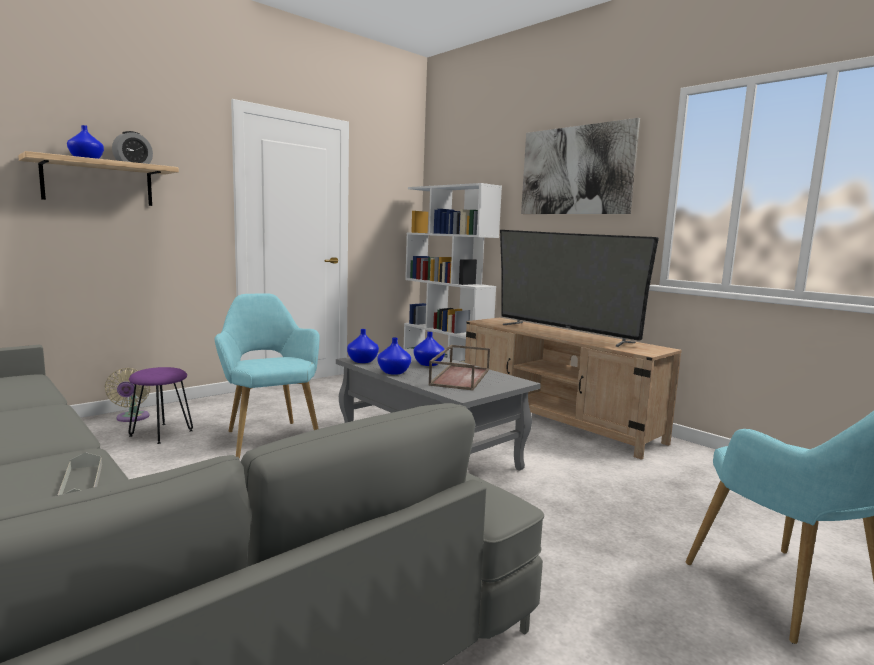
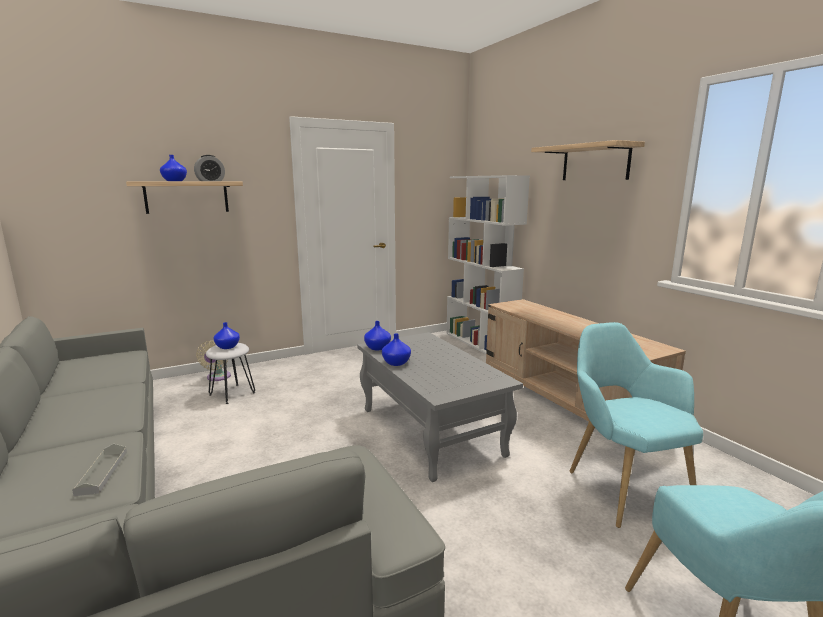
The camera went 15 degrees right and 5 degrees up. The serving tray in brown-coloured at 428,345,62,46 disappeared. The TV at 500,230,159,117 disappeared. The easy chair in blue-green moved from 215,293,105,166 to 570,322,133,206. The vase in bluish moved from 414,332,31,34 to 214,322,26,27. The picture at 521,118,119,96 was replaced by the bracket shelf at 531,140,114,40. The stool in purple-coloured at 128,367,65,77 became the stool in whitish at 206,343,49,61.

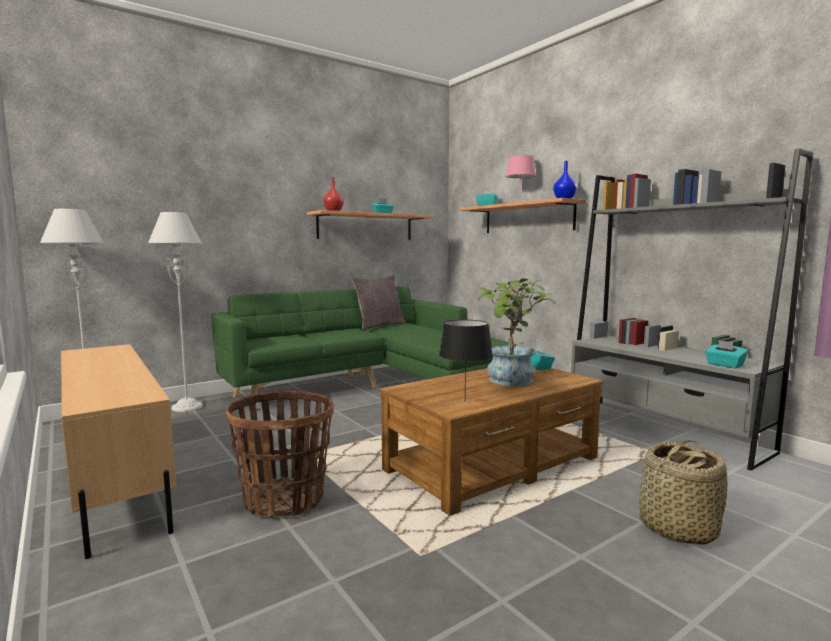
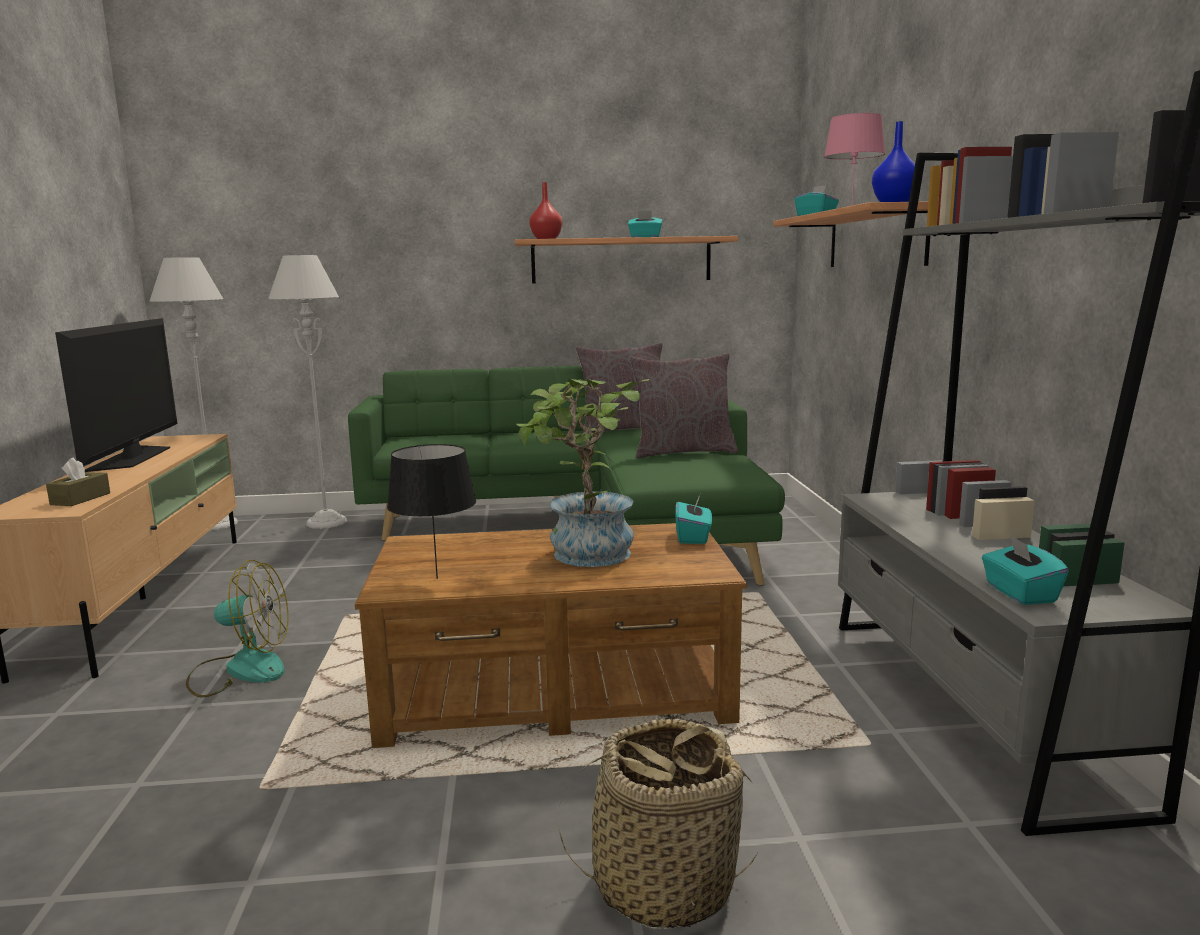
The camera went 30 degrees right and 5 degrees up. The box of tissues in brown-coloured at 46,458,64,48 appeared. The TV at 55,318,122,154 appeared. The throw pillow in greyish at 629,353,109,105 appeared. The basket at 226,391,108,127 was replaced by the electric fan at 186,560,103,137.

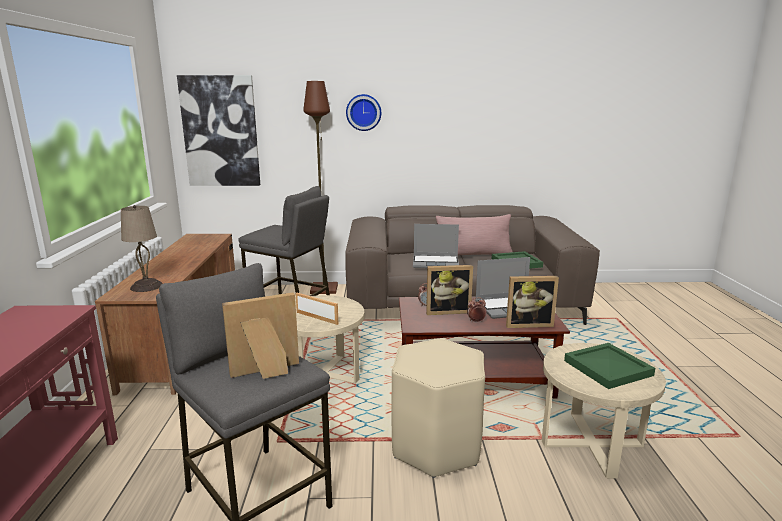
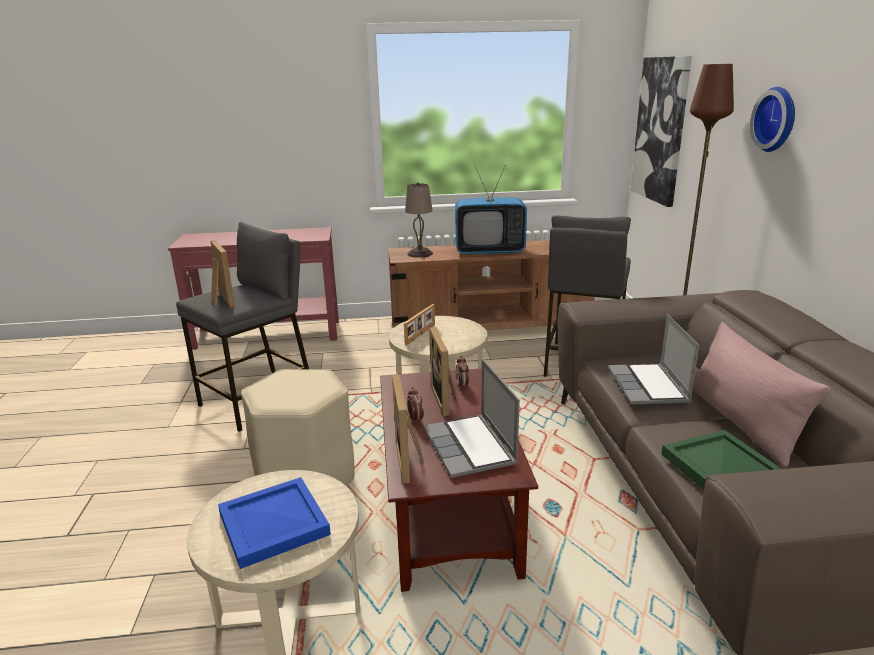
The camera went 85 degrees right and 5 degrees up. The TV at 455,165,72,90 appeared. The serving tray in green-coloured at 564,343,91,46 became the serving tray in bluish at 218,477,113,92.

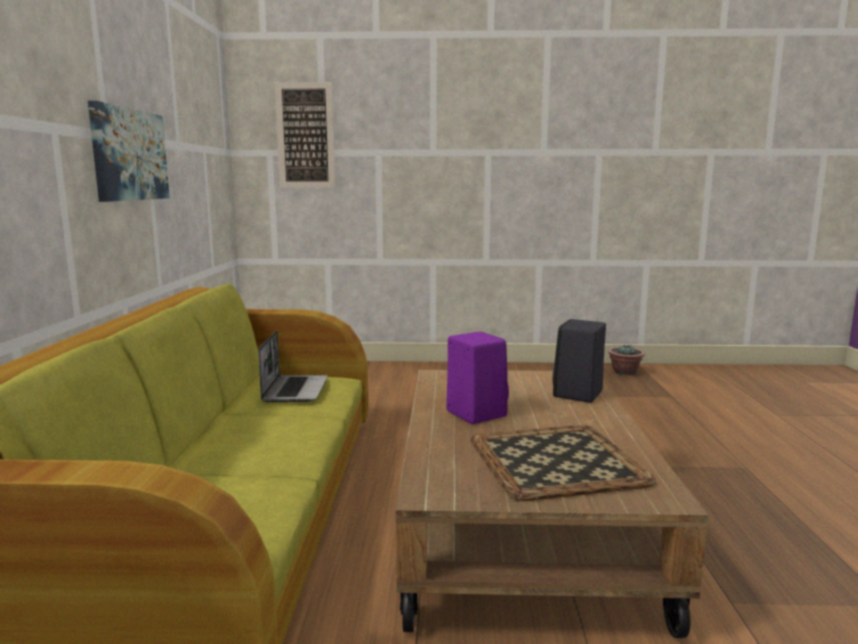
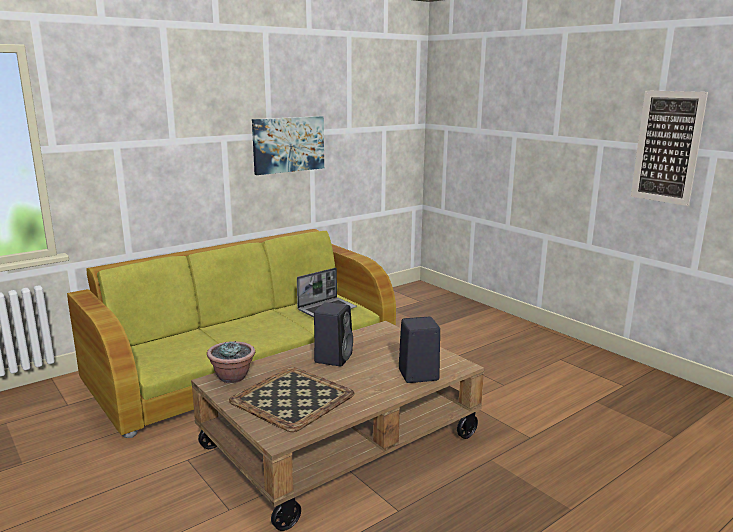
The camera went 50 degrees right and 5 degrees up. The picture moved from 275,82,60,106 to 631,90,77,116. The potted plant moved from 608,344,37,31 to 207,341,48,42. The speaker in purple-coloured at 446,332,63,92 became the speaker in black at 314,302,39,65.

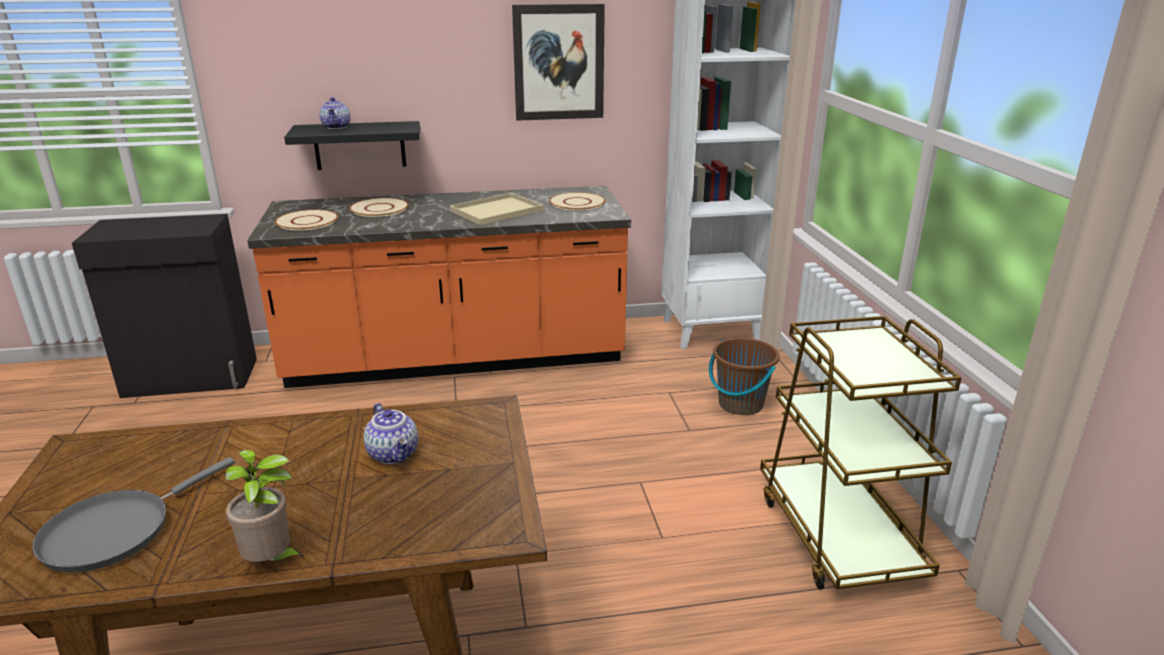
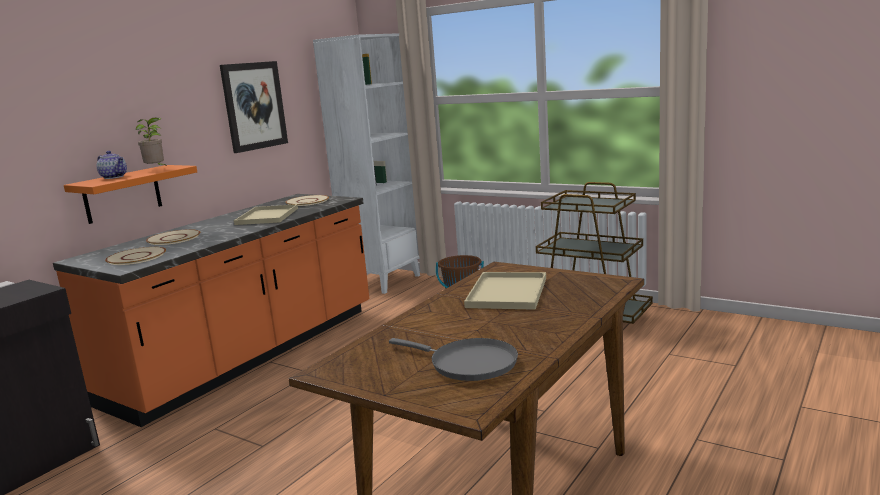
The camera went 45 degrees left and 10 degrees down. The potted plant moved from 226,450,78,112 to 136,118,32,49. The tea pot at 364,403,54,61 was replaced by the serving tray in sand-coloured at 464,272,82,38. The bracket shelf in black at 284,121,136,49 became the bracket shelf in orange at 64,165,133,59. The pan in greyish at 32,457,203,115 turned 45 degrees counterclockwise.

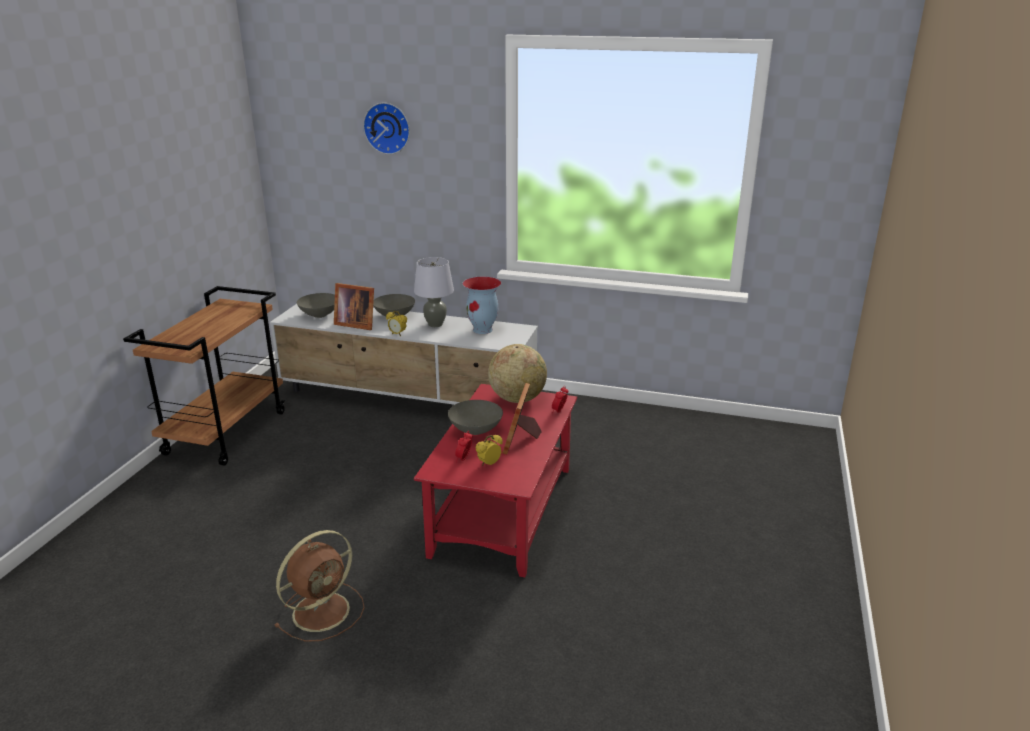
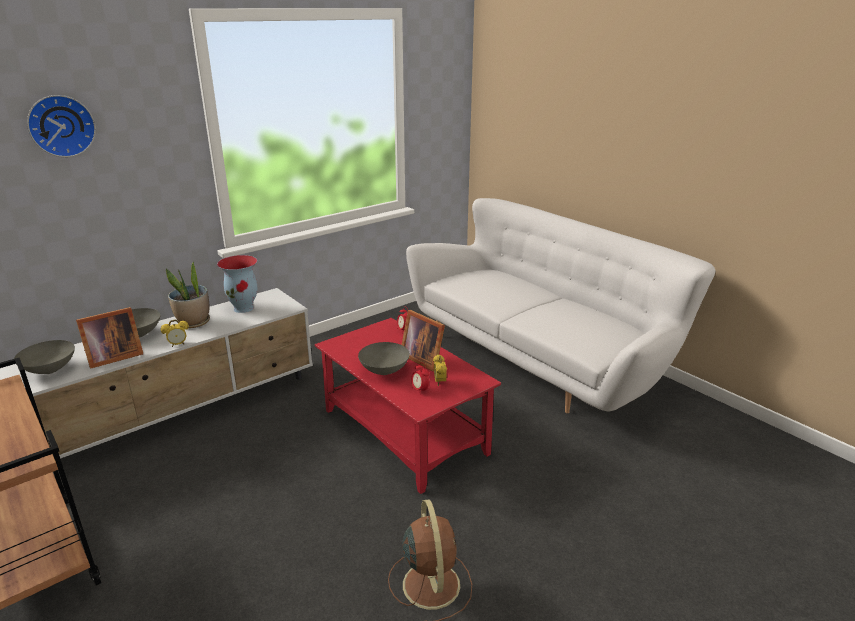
The camera went 55 degrees left and 0 degrees up. The globe at 488,344,59,59 disappeared. The sofa in whitish at 406,198,310,215 appeared. The tabletop lamp in greyish at 414,257,40,70 was replaced by the potted plant at 166,262,44,66.

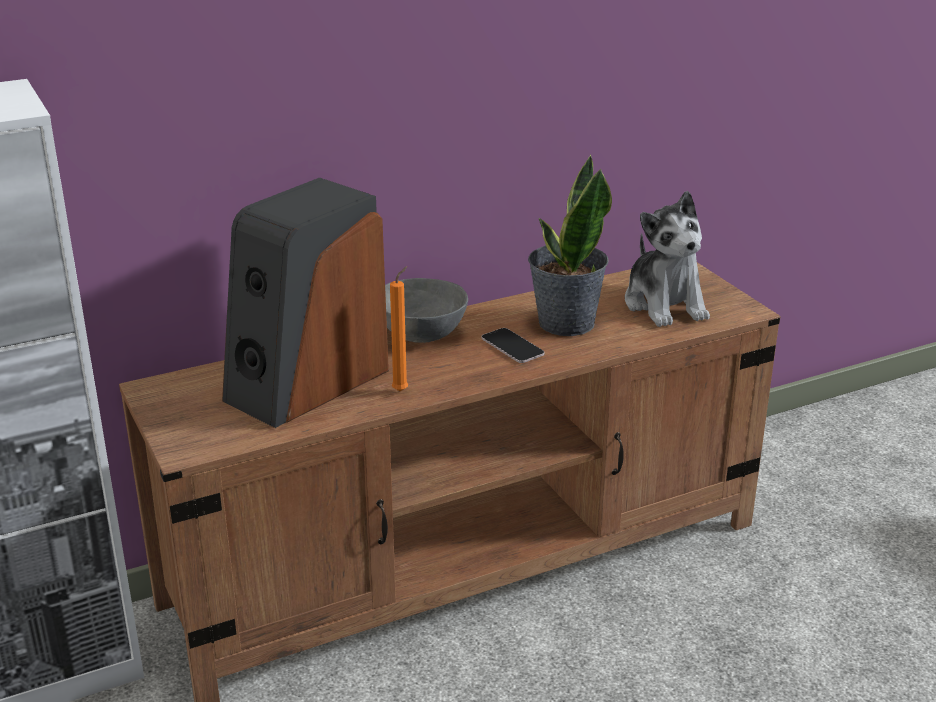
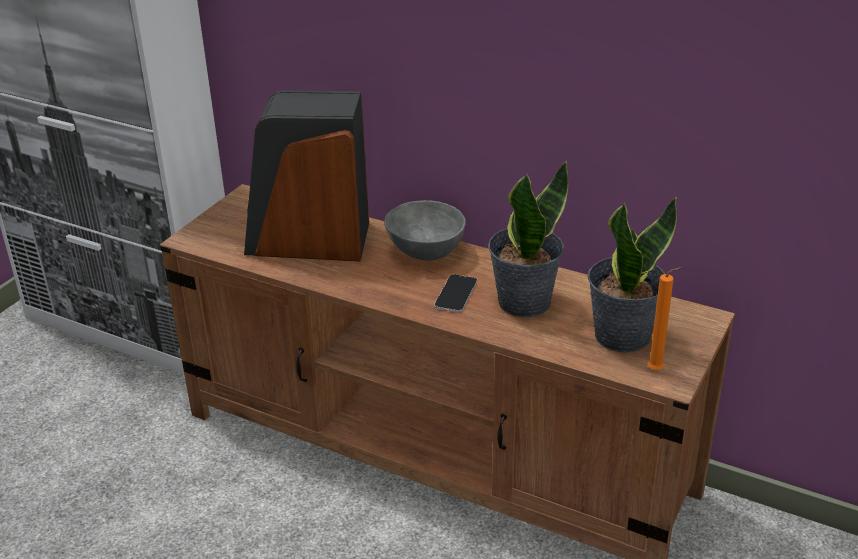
The camera went 55 degrees right and 5 degrees up. The wax candle in orange moved from 390,266,18,125 to 648,267,35,103. The cuddly toy at 625,191,85,136 was replaced by the potted plant at 588,197,89,156.

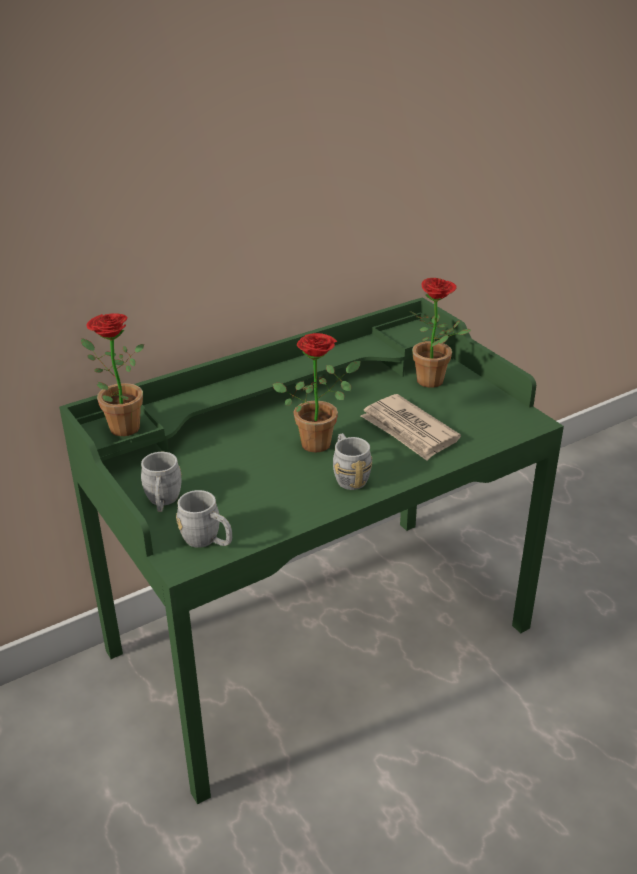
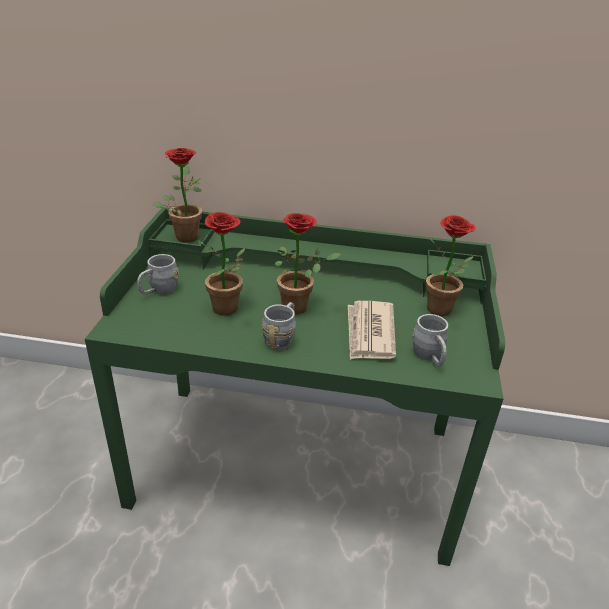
The camera went 40 degrees right and 0 degrees up. The potted plant at 198,212,47,103 appeared. The tea mug in greyish moved from 176,490,56,58 to 412,314,36,52.

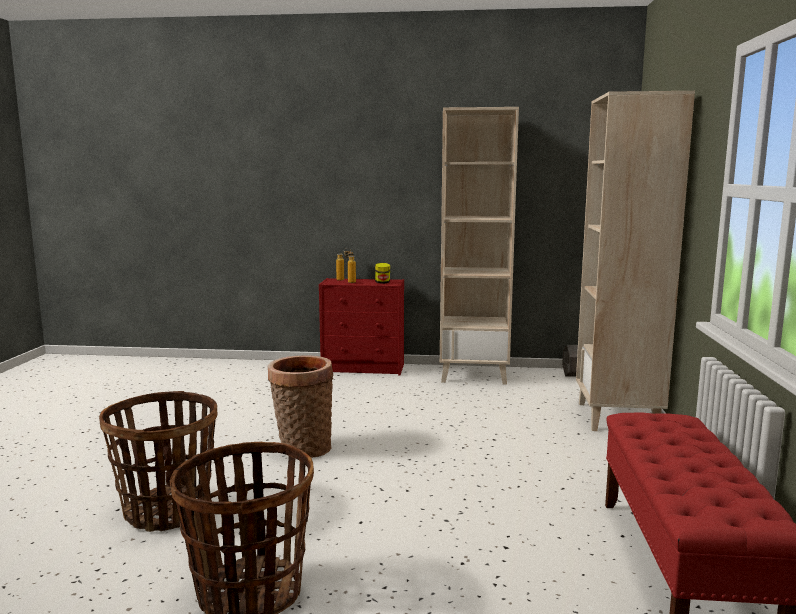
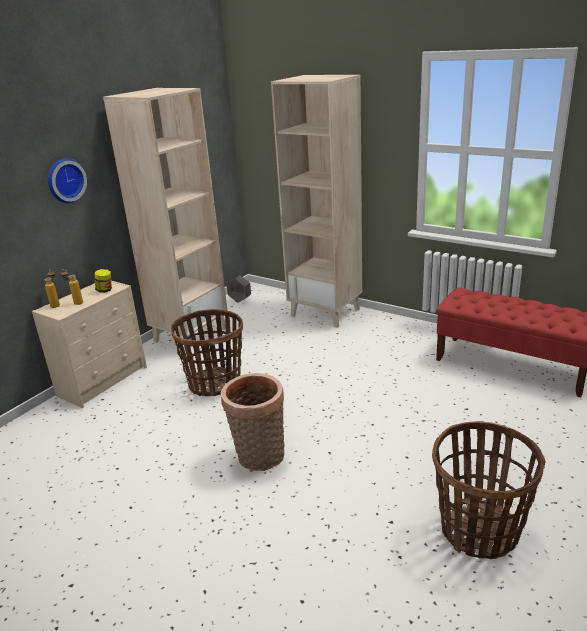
The camera went 60 degrees left and 15 degrees up. The wall clock at 48,158,39,45 appeared. The basket moved from 99,391,118,141 to 171,309,72,87. The drawer chest in red-coloured at 319,278,85,97 became the drawer chest in sand-coloured at 32,281,115,127.

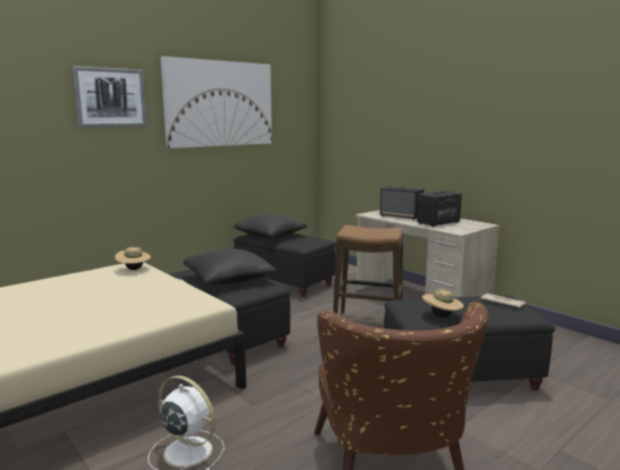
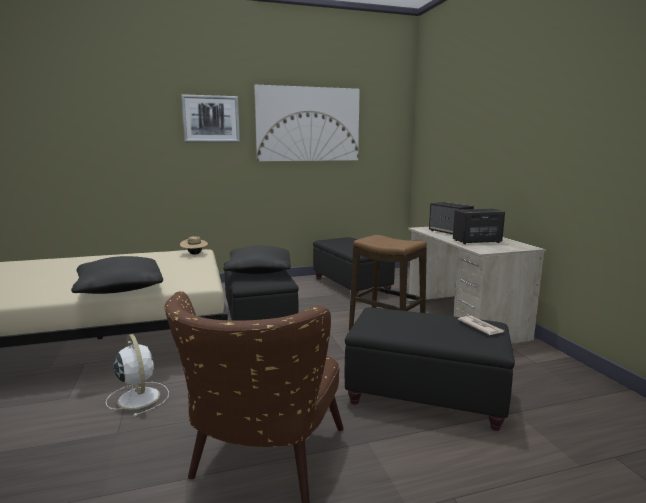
The camera went 25 degrees right and 0 degrees up. The clothing hat in sand-coloured at 422,289,42,28 disappeared. The throw pillow in black moved from 233,214,74,24 to 71,256,92,38.

